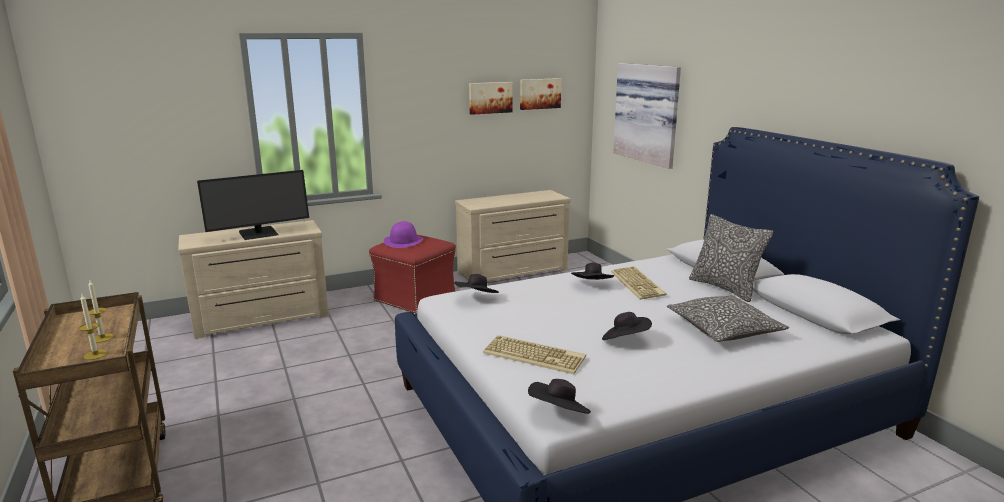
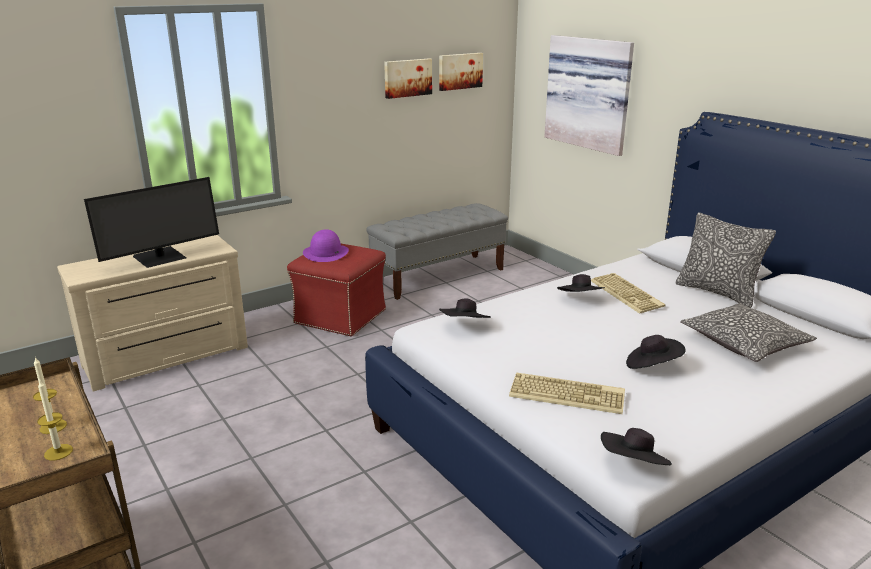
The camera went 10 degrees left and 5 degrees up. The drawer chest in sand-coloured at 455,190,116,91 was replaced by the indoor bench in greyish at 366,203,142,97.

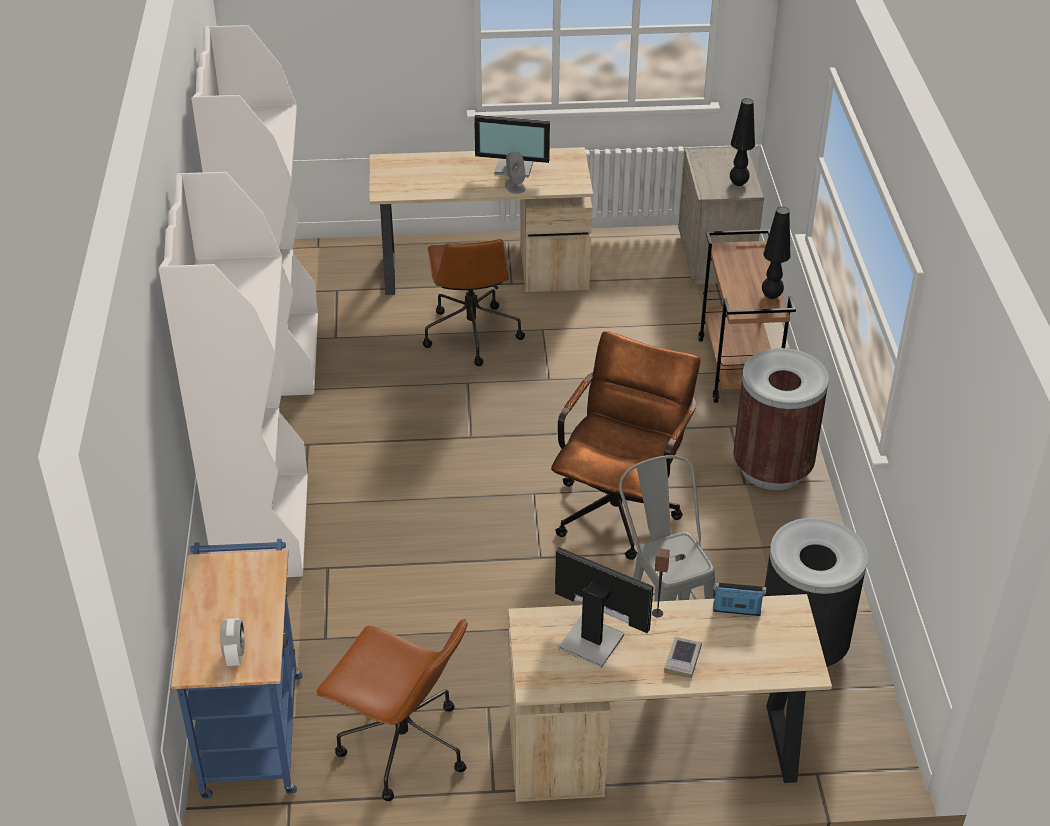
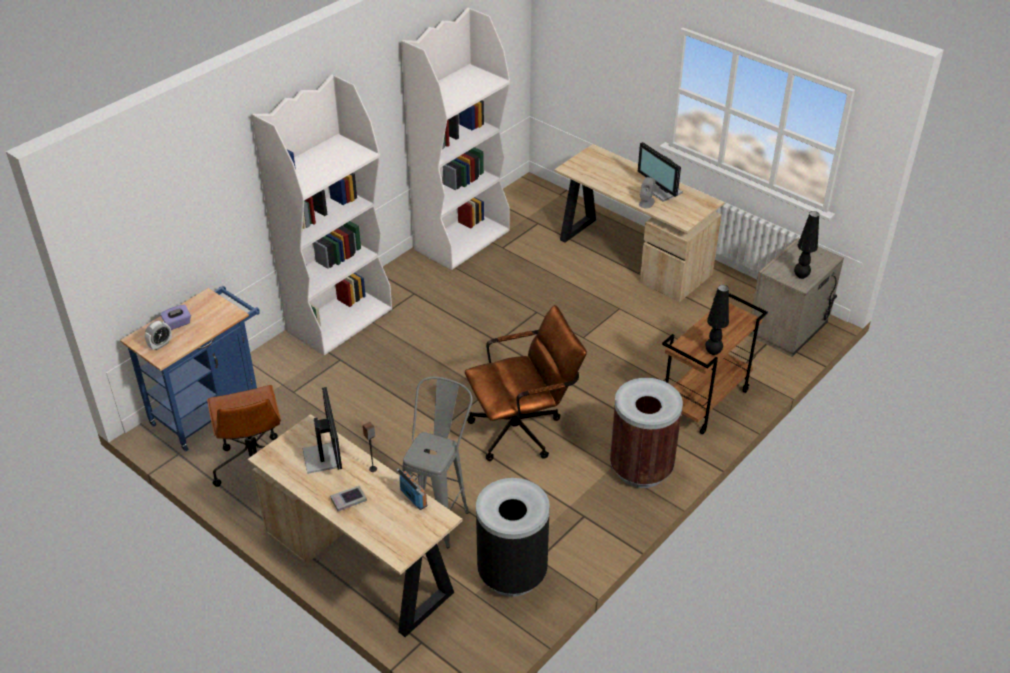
The camera went 45 degrees right and 0 degrees up. The computer chair in brown-coloured at 422,239,103,127 disappeared. The box of tissues in purple-coloured at 160,305,31,25 appeared.

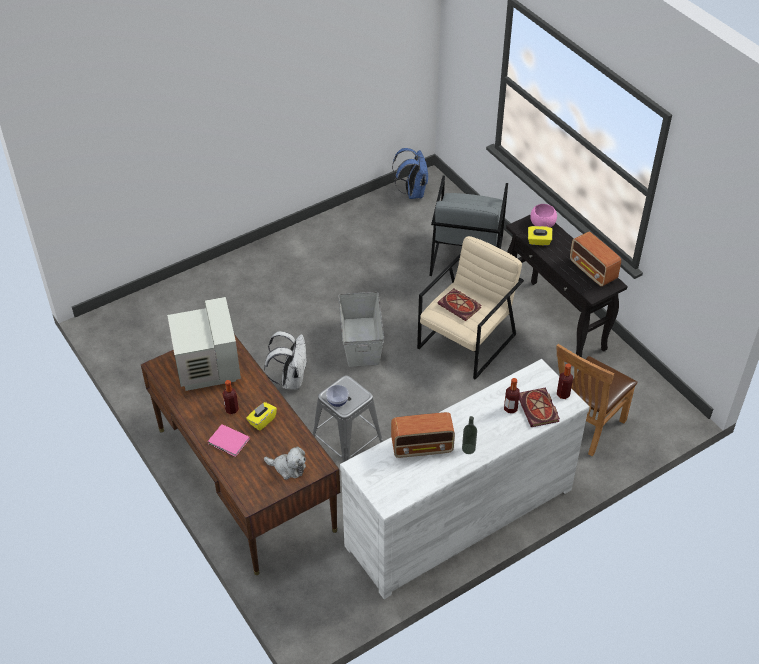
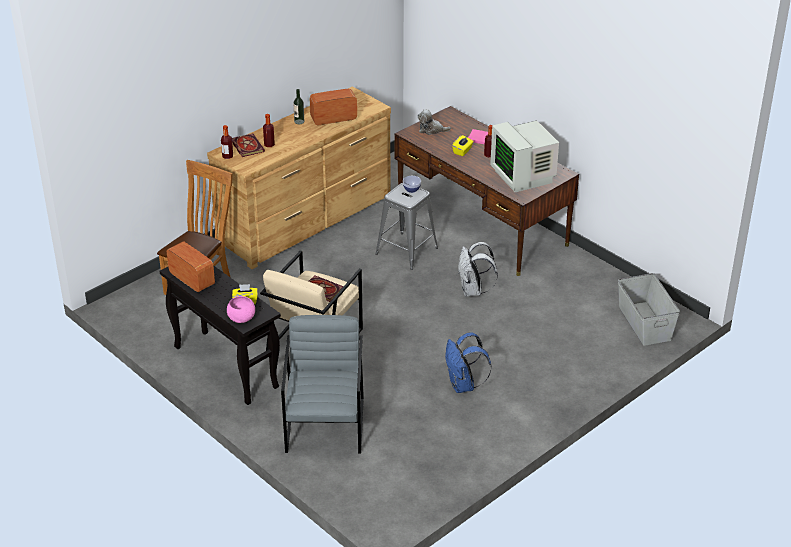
The camera went 170 degrees right and 10 degrees down. The storage container in greyish moved from 338,292,46,75 to 618,273,62,73. The rucksack in bluish moved from 392,148,36,51 to 445,332,46,61. The drawer chest in whitish at 340,359,250,240 became the drawer chest in brown-coloured at 207,86,184,183.

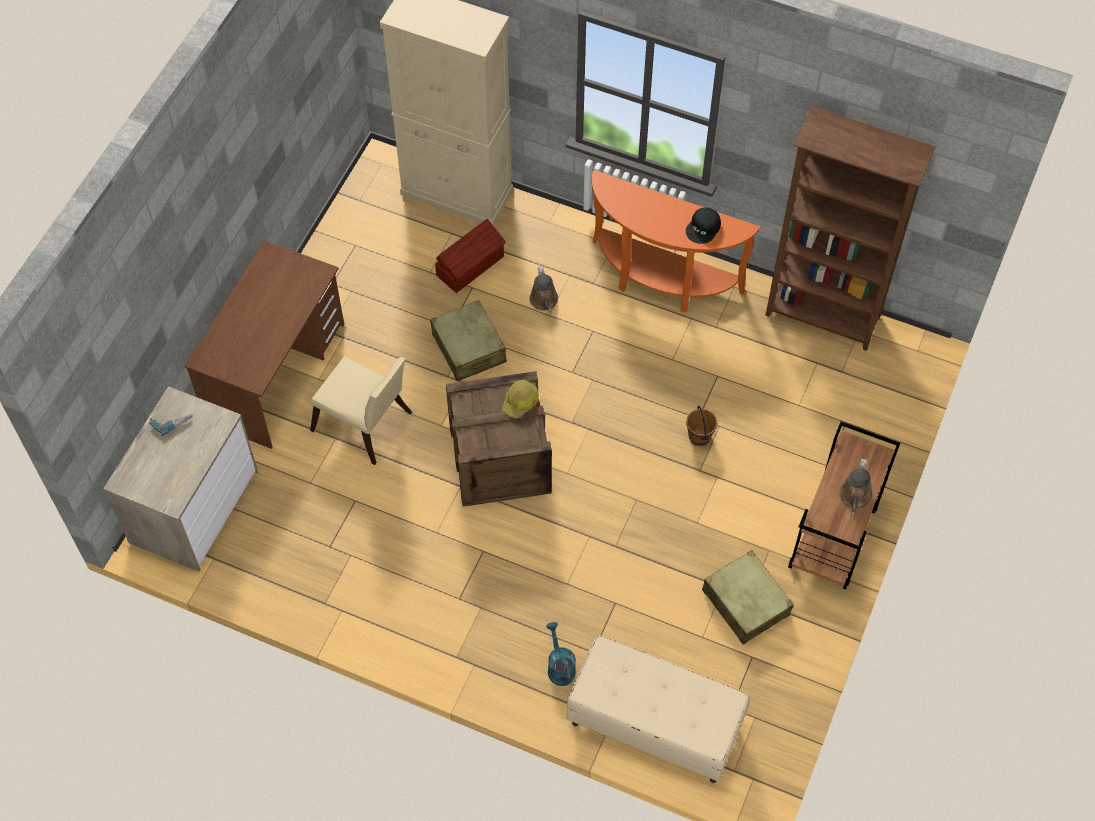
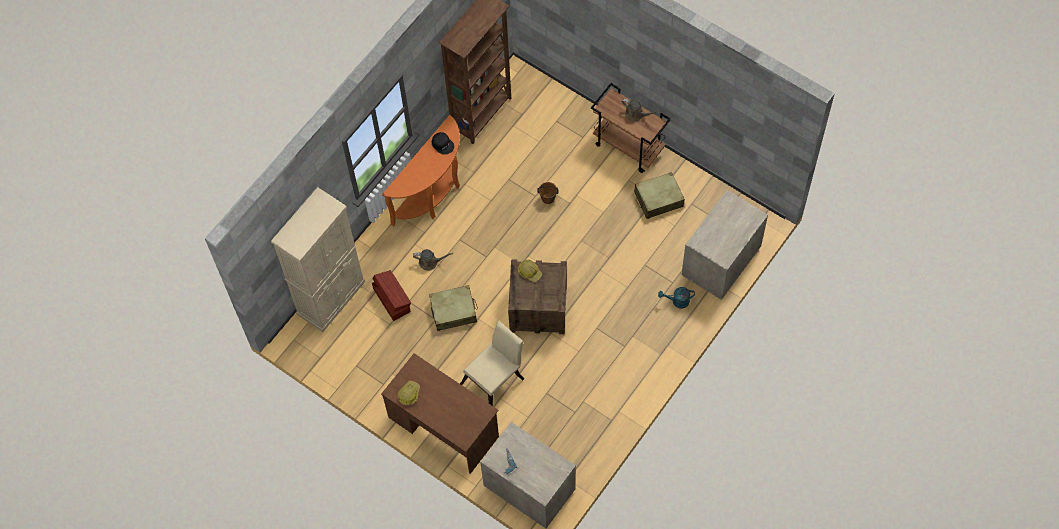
The camera went 75 degrees left and 5 degrees up. The hard hat at 398,381,22,24 appeared. The indoor bench in sand-coloured at 567,635,183,148 was replaced by the drawer chest at 681,190,87,110.

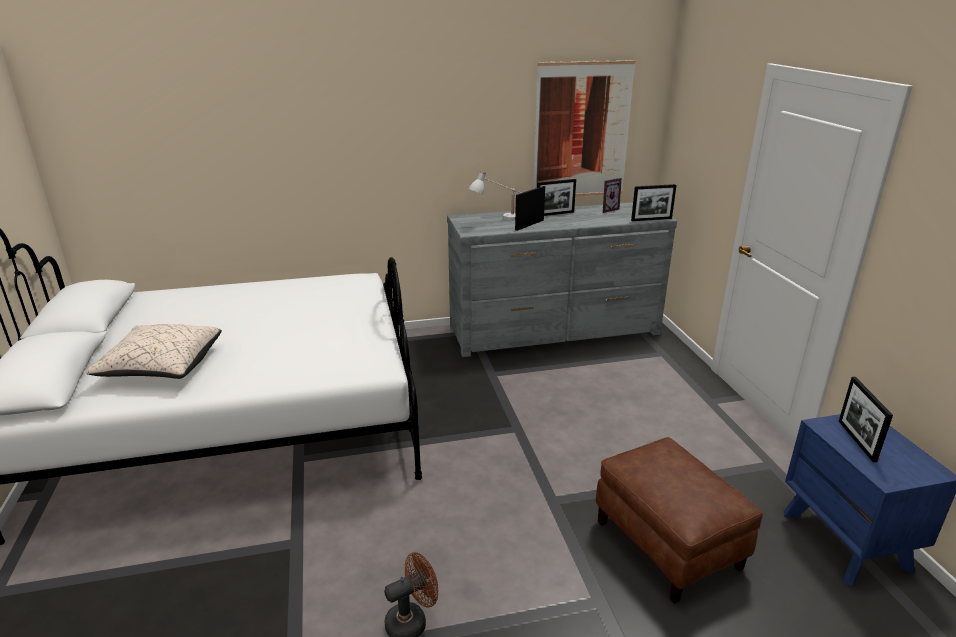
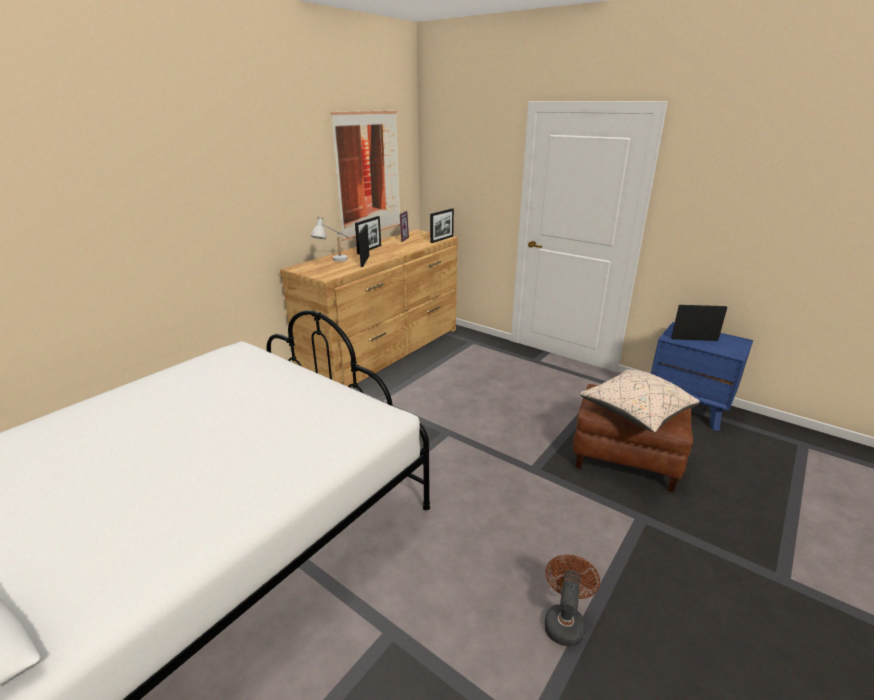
The camera went 40 degrees left and 0 degrees up. The throw pillow in sand-coloured moved from 85,324,137,55 to 580,369,120,64. The drawer chest in greyish at 447,202,230,155 became the drawer chest in brown-coloured at 280,230,178,157. The standing frame at 839,377,54,85 turned 135 degrees clockwise.

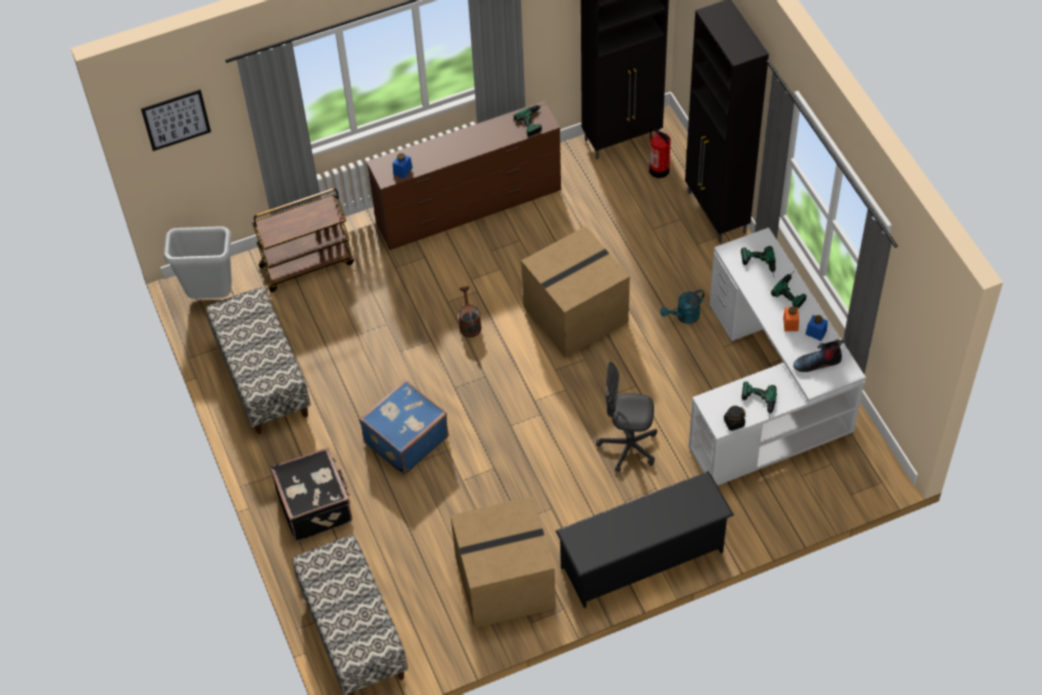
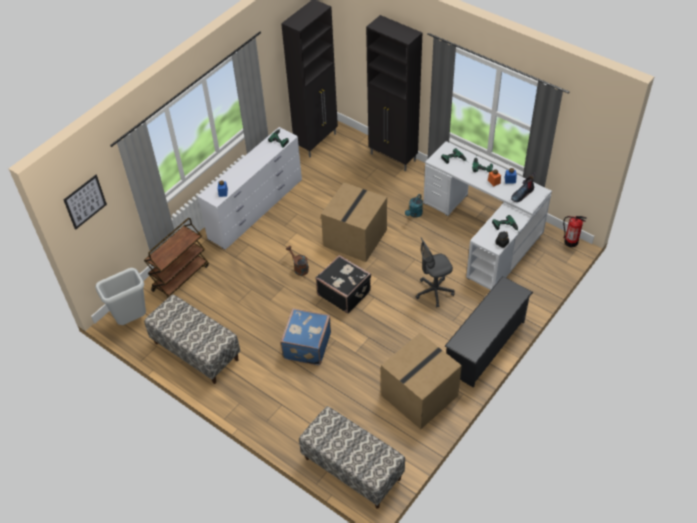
The camera went 30 degrees left and 5 degrees down. The suitcase in black moved from 270,447,83,94 to 316,255,55,59. The fire extinguisher moved from 649,128,22,50 to 563,216,24,31. The drawer chest in brown-coloured at 367,101,194,149 became the drawer chest in whitish at 198,127,104,123.

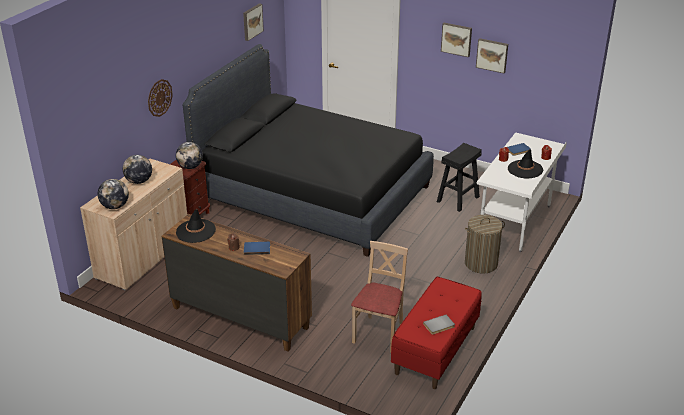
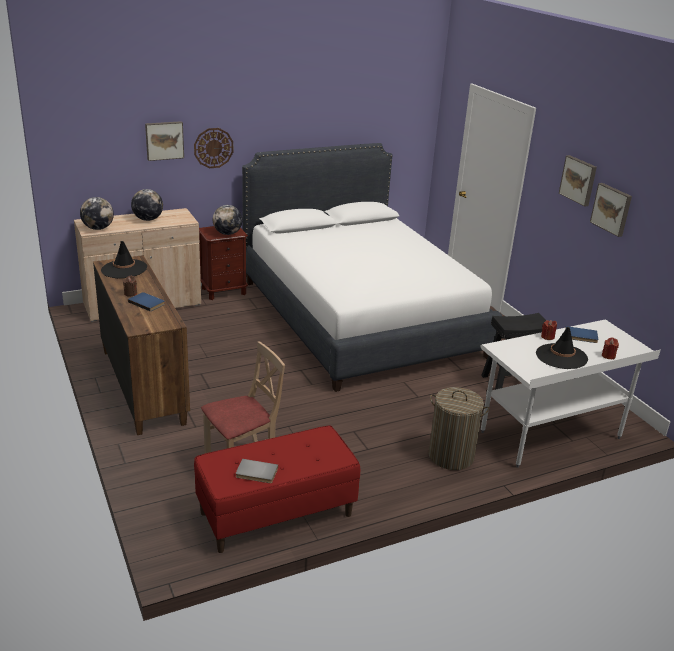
The camera went 35 degrees right and 5 degrees down. The picture moved from 243,3,21,38 to 145,121,39,40. The bed in black at 183,44,251,213 became the bed in whitish at 242,143,260,249.

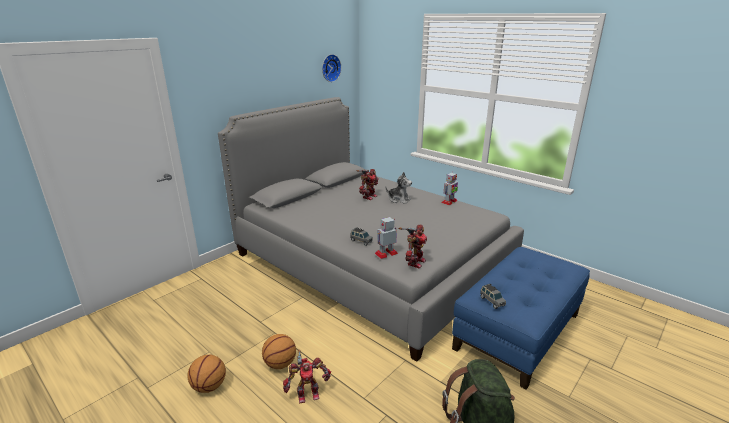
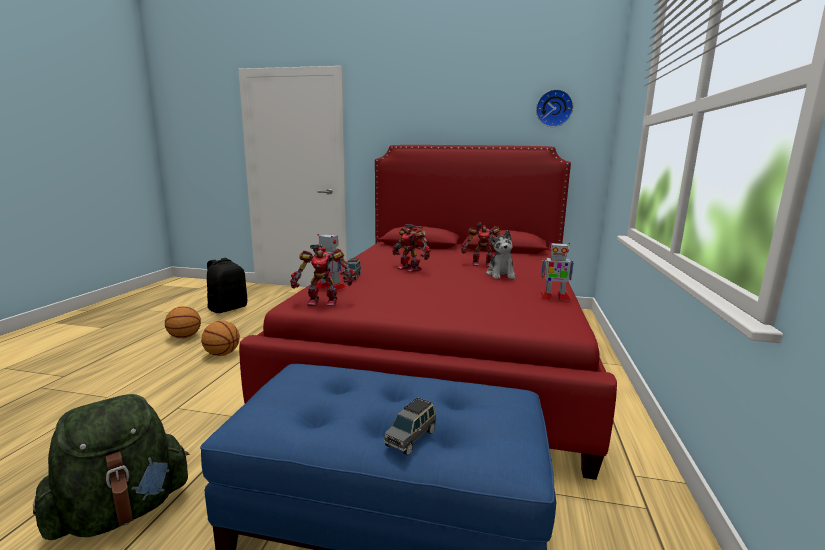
The camera went 60 degrees right and 10 degrees down. The rucksack in black at 207,258,40,55 appeared. The robot figure moved from 283,350,48,53 to 392,224,39,48. The model car in greyish moved from 480,284,26,25 to 384,397,52,58. The bed in greyish at 218,97,306,265 became the bed in red-coloured at 239,145,378,335.

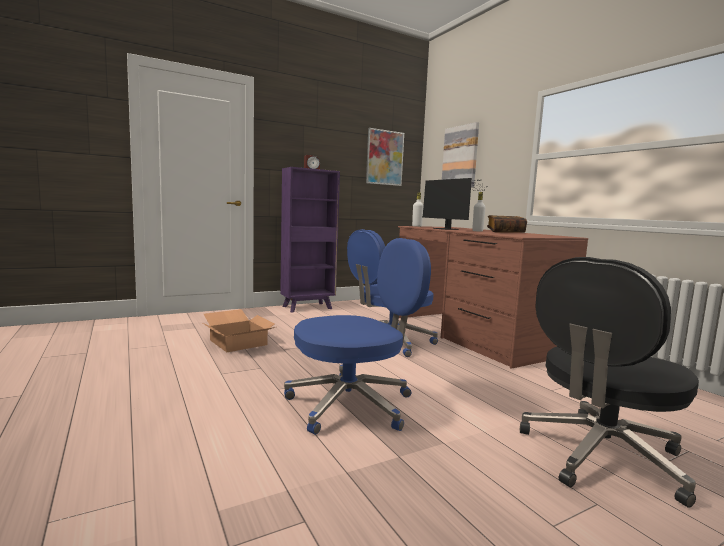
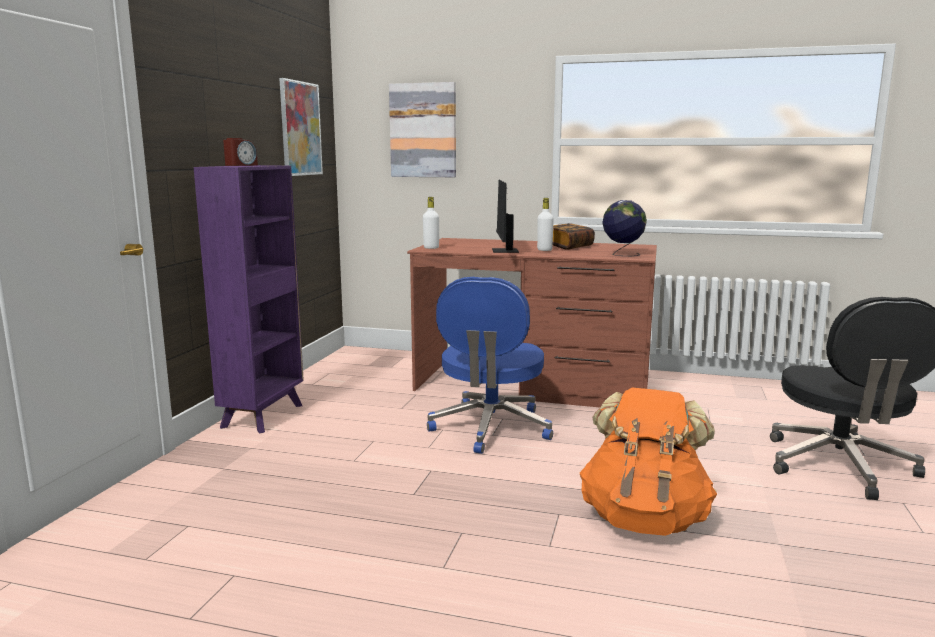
The camera went 45 degrees left and 5 degrees up. The packing box at 203,309,72,43 disappeared. The globe at 602,200,45,56 appeared. The computer chair in bluish at 284,238,147,197 was replaced by the rucksack in orange at 580,388,137,148. The monitor at 422,178,66,52 turned 75 degrees clockwise.

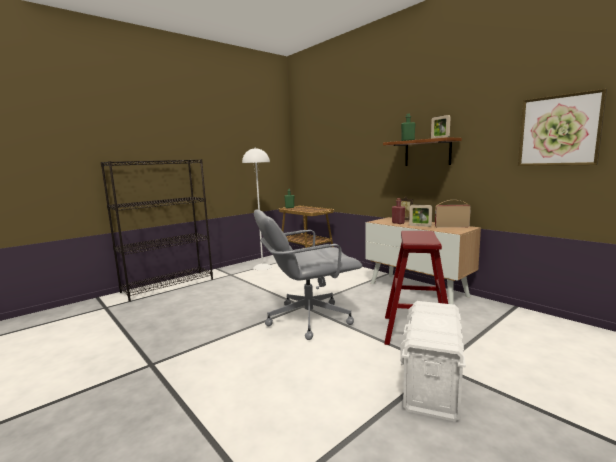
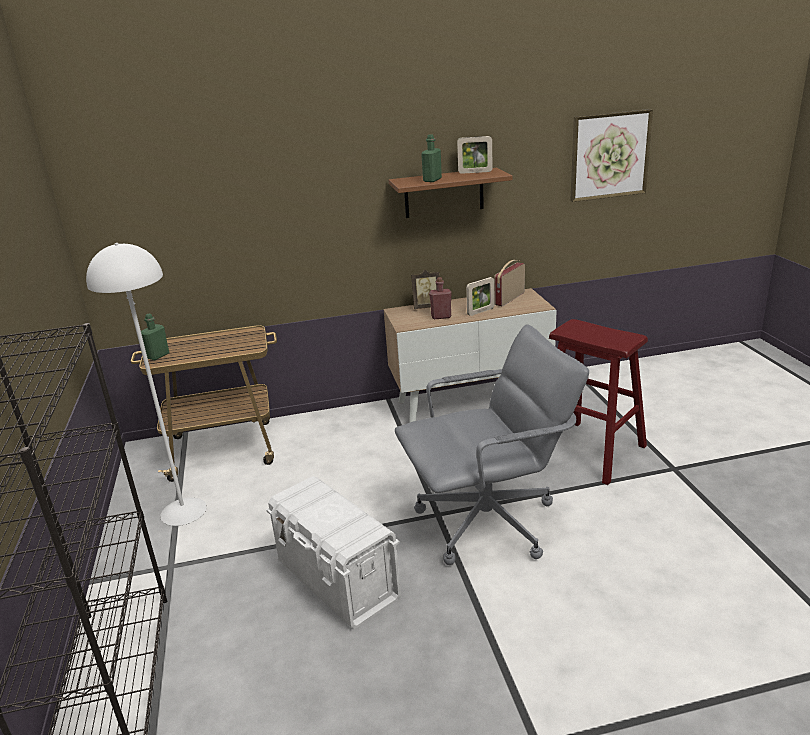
The camera went 60 degrees left and 15 degrees up. The storage container in whitish moved from 400,301,66,121 to 266,476,135,153. The computer chair in greyish at 254,210,108,130 turned 120 degrees counterclockwise.

